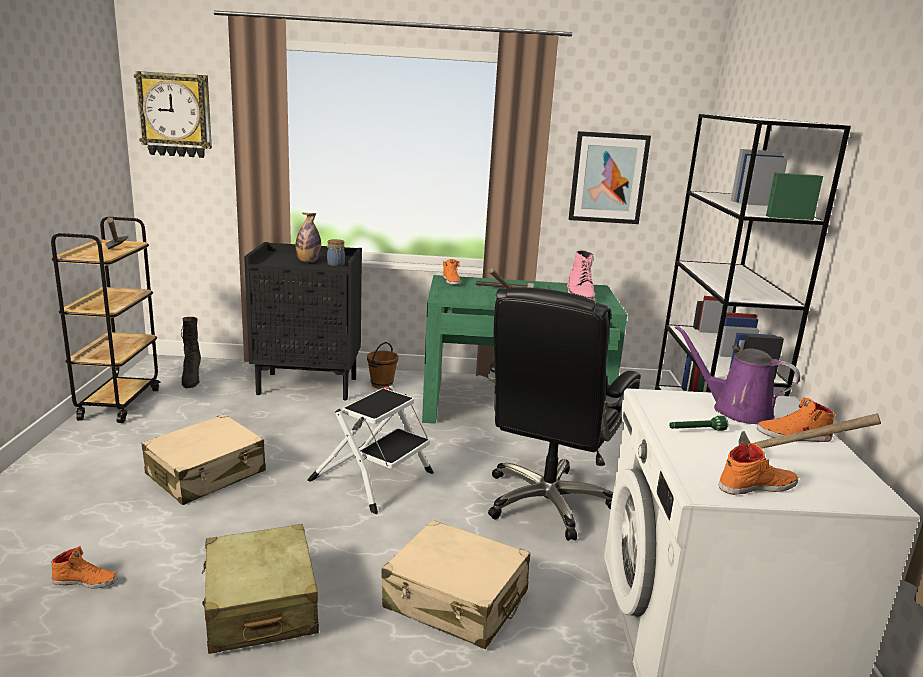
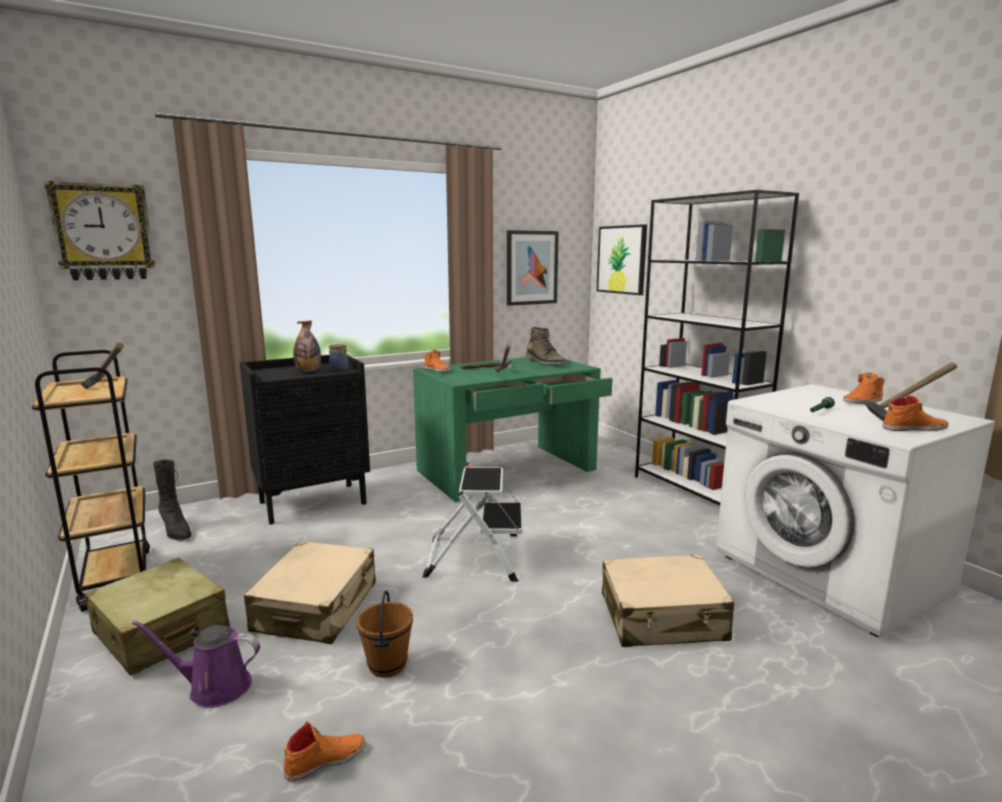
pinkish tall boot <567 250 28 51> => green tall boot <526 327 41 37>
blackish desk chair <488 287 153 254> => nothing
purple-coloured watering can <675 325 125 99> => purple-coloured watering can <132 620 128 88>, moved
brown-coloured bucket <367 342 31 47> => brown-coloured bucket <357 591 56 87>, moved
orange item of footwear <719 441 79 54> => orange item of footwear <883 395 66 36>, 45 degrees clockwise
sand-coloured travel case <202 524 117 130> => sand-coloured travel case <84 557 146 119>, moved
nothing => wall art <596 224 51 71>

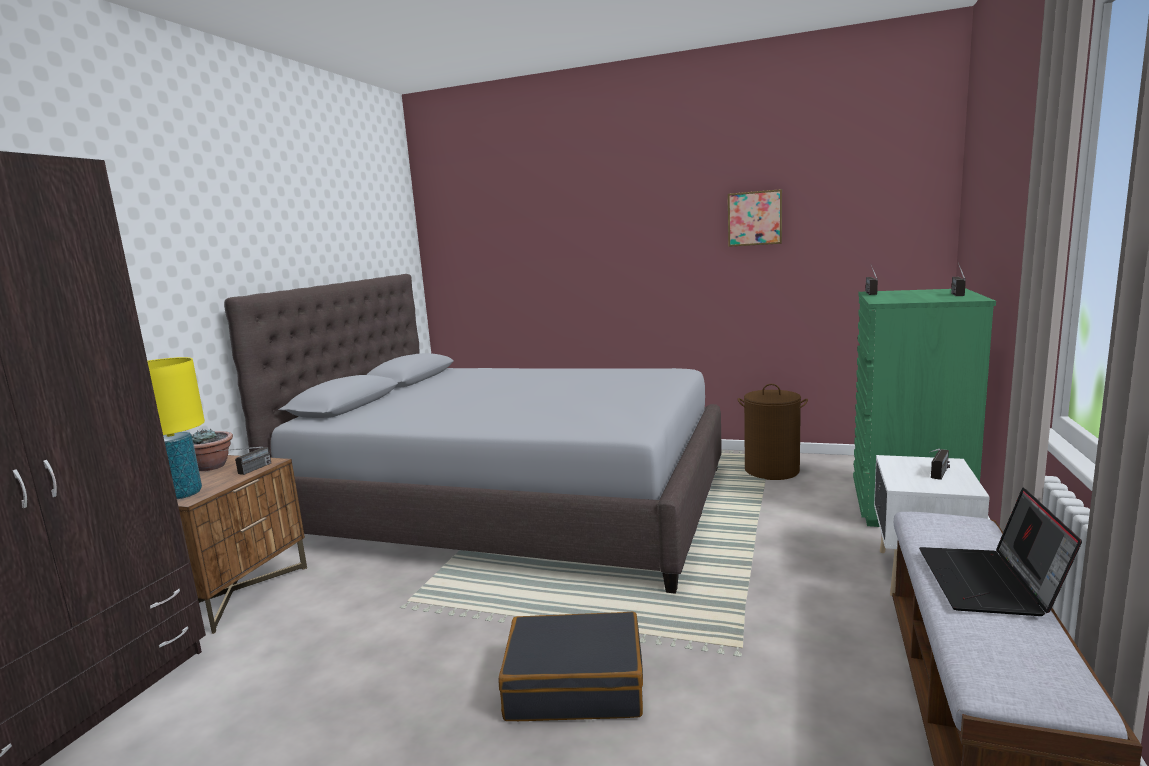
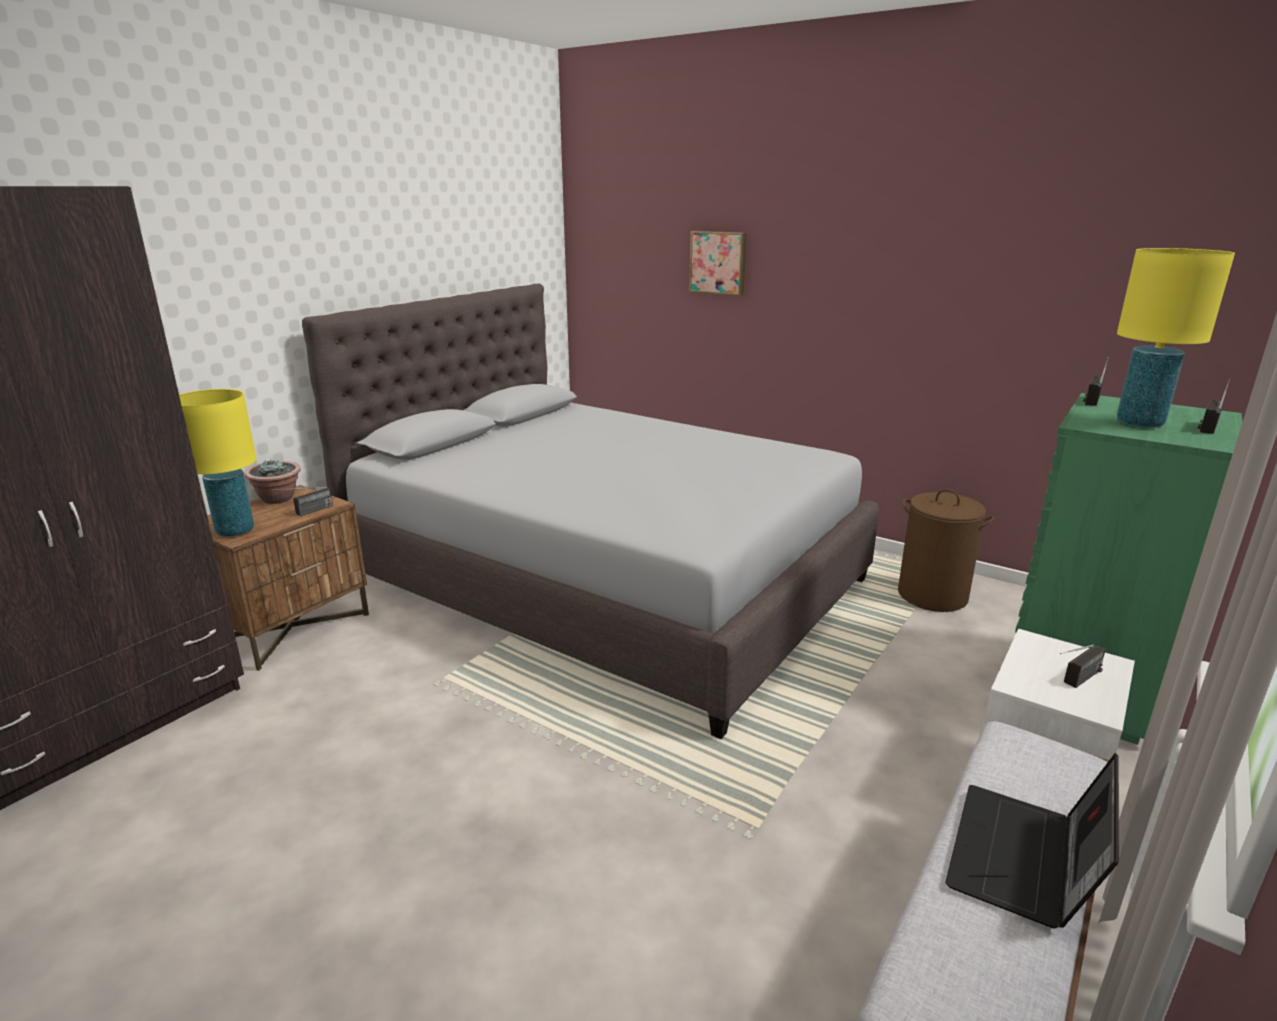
wall art <728 189 54 58> => wall art <689 231 58 65>, moved
blackish travel case <498 611 145 110> => nothing
nothing => yellowish lamp for a table <1117 248 118 180>

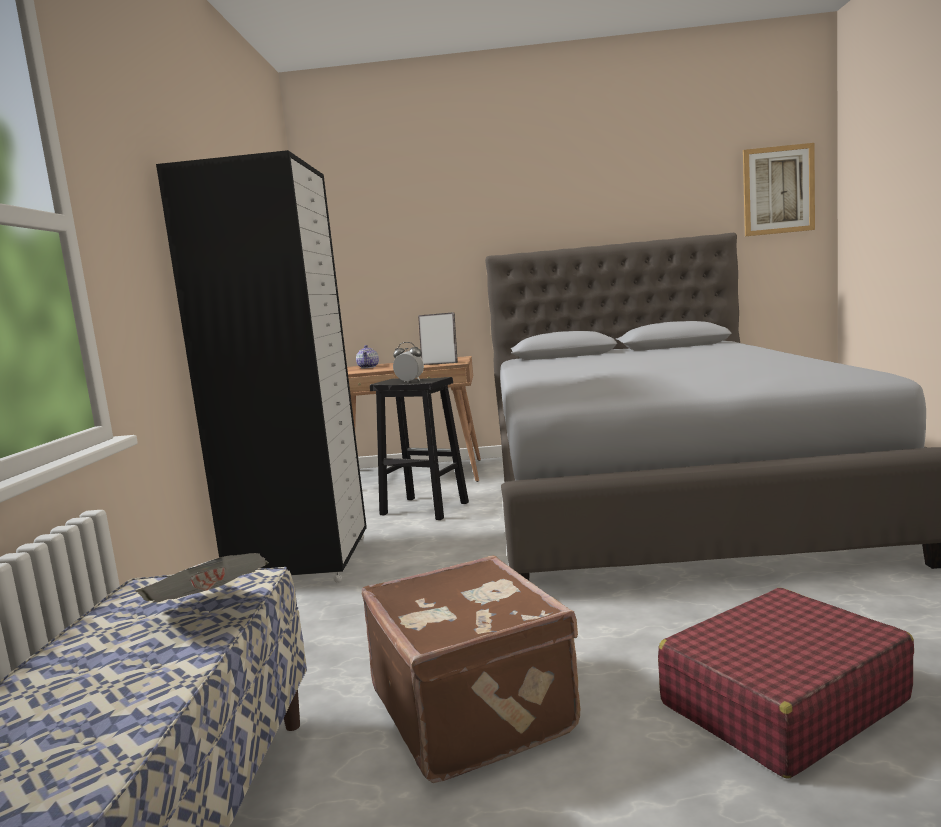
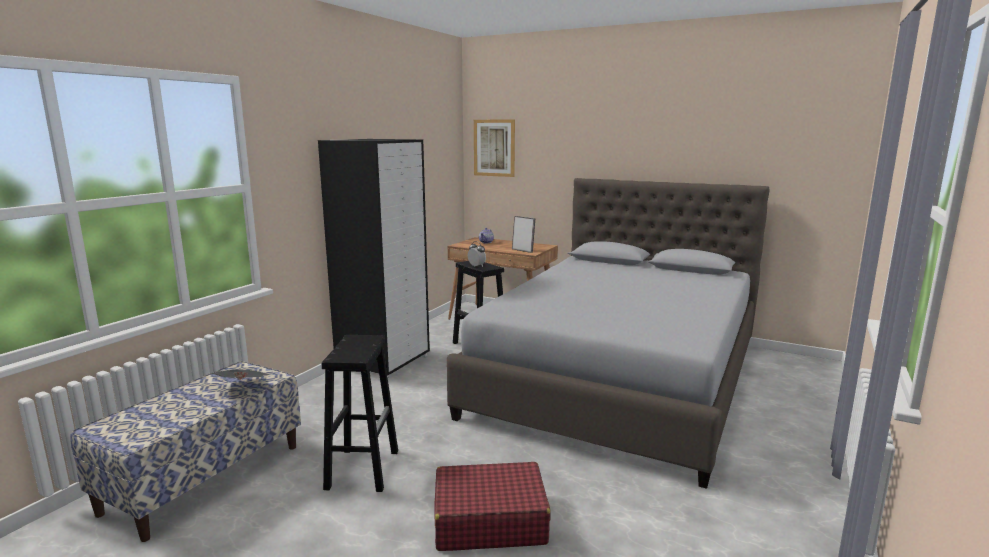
wall art <743 143 72 93> => wall art <474 119 41 58>, moved
brown-coloured travel case <362 555 218 228> => blackish stool <322 335 76 157>

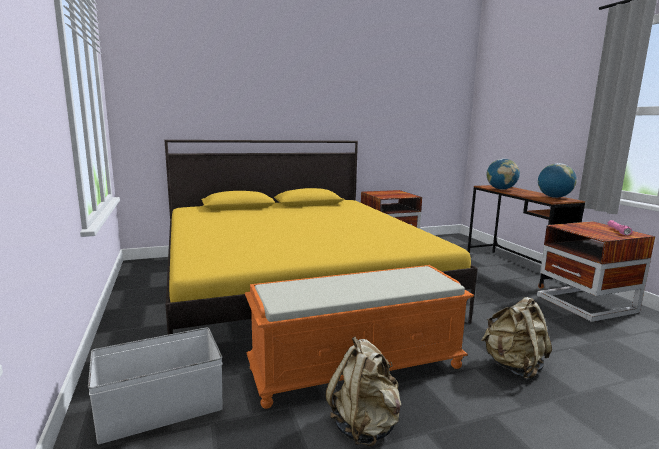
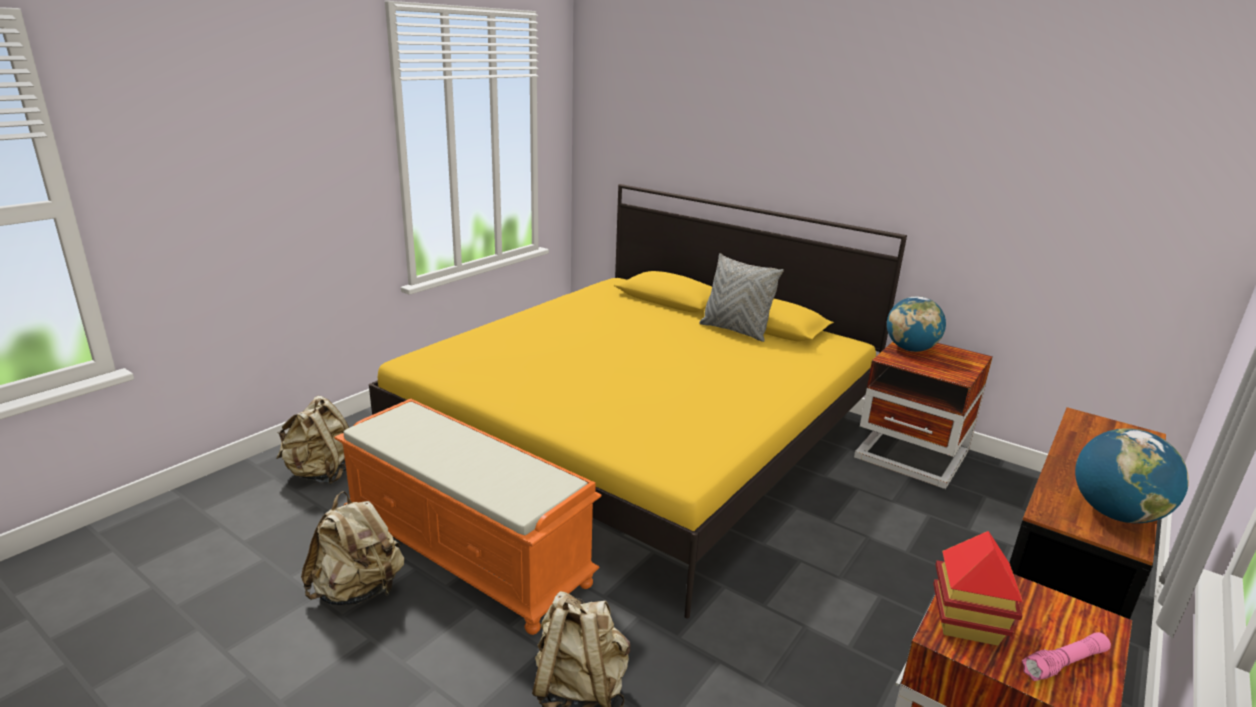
desk globe <486 159 34 31> => desk globe <887 296 59 56>, moved
white storage bin <88 328 135 116> => sand-coloured knapsack <276 396 73 88>
nothing => greyish pillow <699 253 85 89>
nothing => miniature house <933 531 90 115>

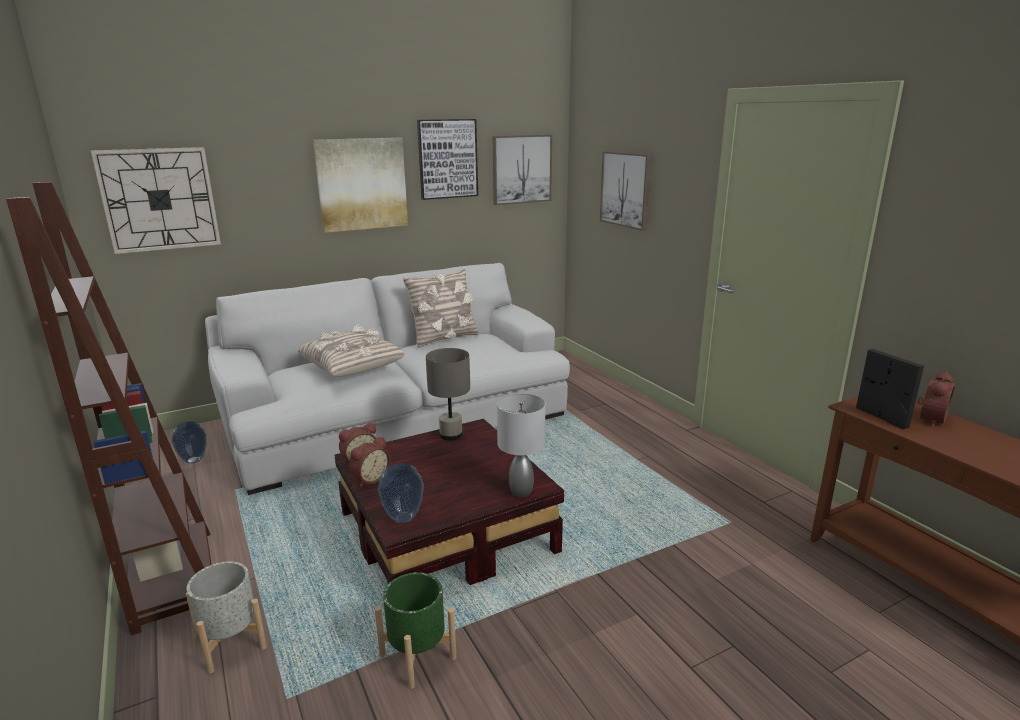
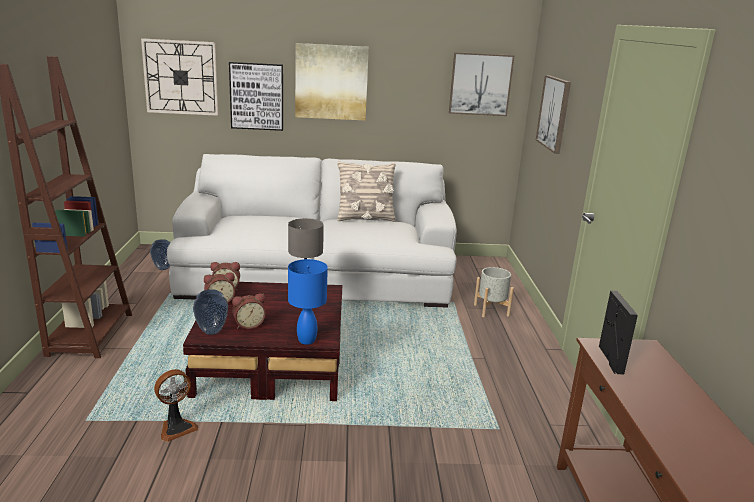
wall art <417 119 61 81> => wall art <229 62 54 69>, moved
sand-coloured pillow <298 325 106 52> => nothing
bedside clock <917 372 38 54> => bedside clock <232 293 34 36>, moved
greyish lamp for a table <497 393 49 105> => bluish lamp for a table <288 259 40 86>
greyish planter <186 561 81 113> => greyish planter <474 267 40 50>, moved
green planter <375 572 81 117> => electric fan <154 369 44 73>

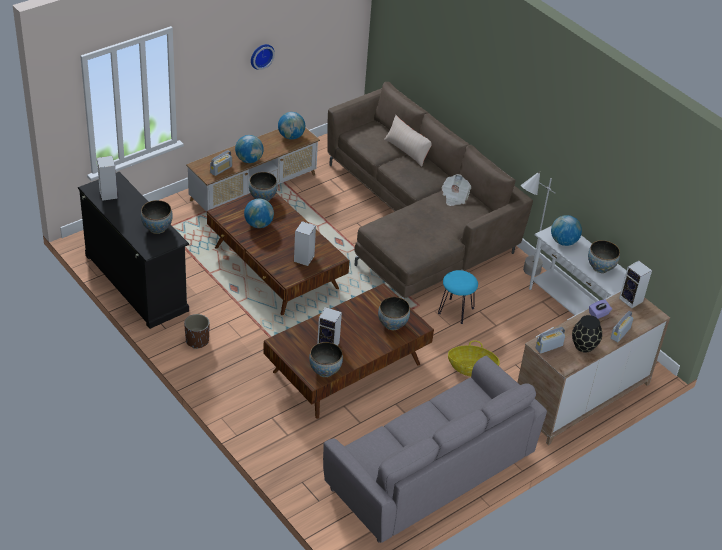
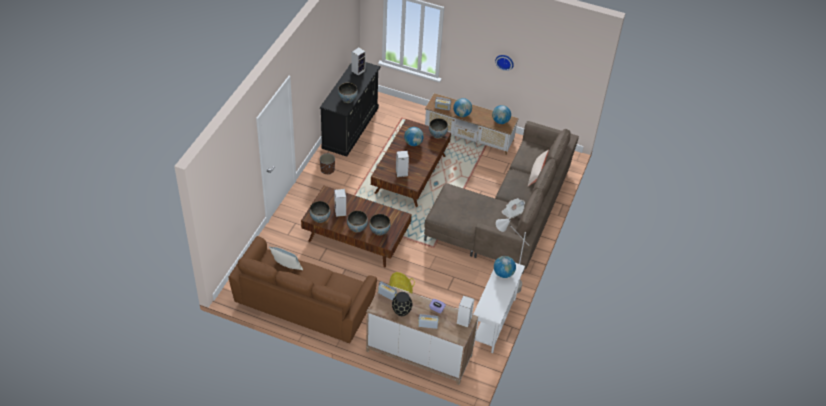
serving bowl <588 240 32 33> => serving bowl <347 210 21 23>, moved
blue-green stool <438 270 40 54> => nothing
greyish settee <323 356 224 187> => brown-coloured settee <229 236 148 107>
nothing => pillow <269 247 34 23>

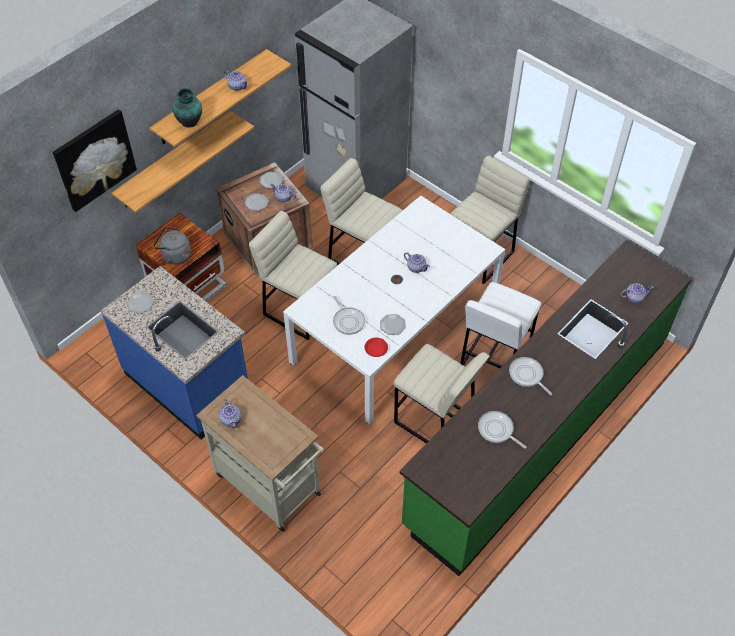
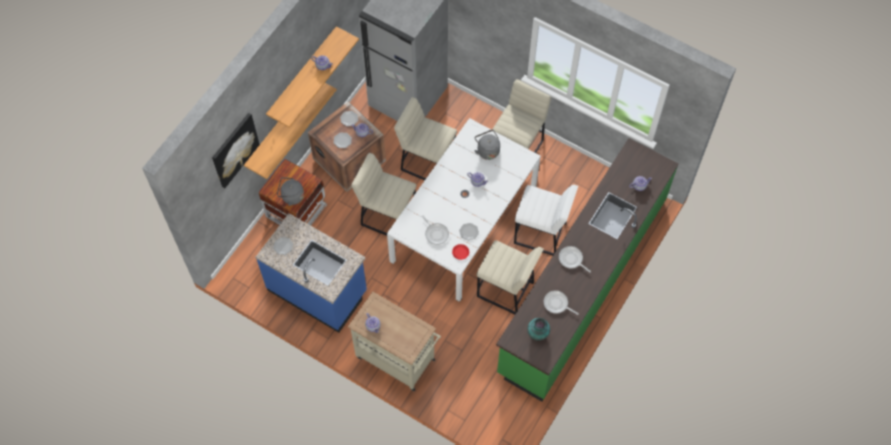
flower vase <173 88 29 40> => flower vase <527 318 23 23>, moved
white plain chair <460 282 81 86> => white plain chair <514 184 64 71>, 90 degrees counterclockwise
nothing => greyish water kettle <474 130 26 30>

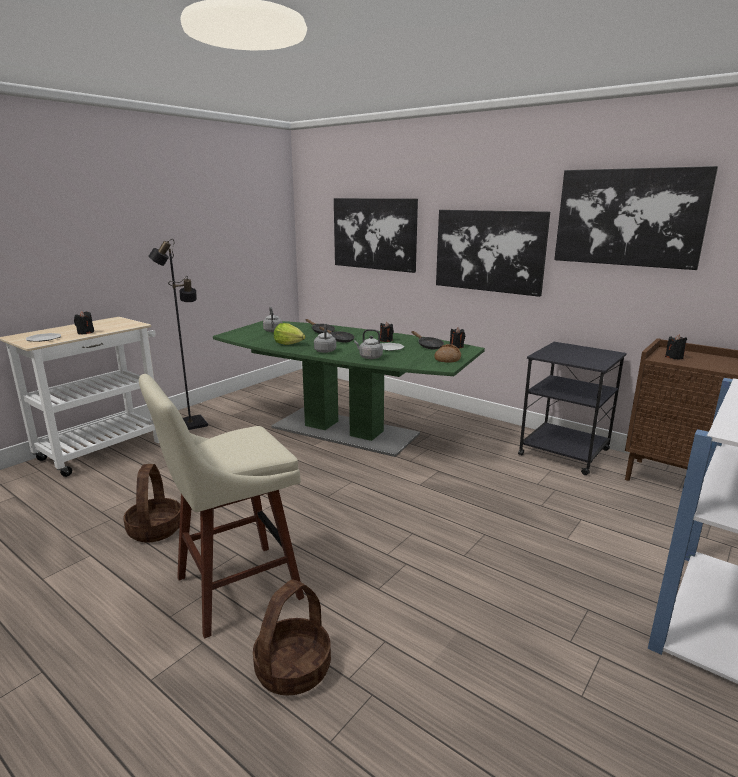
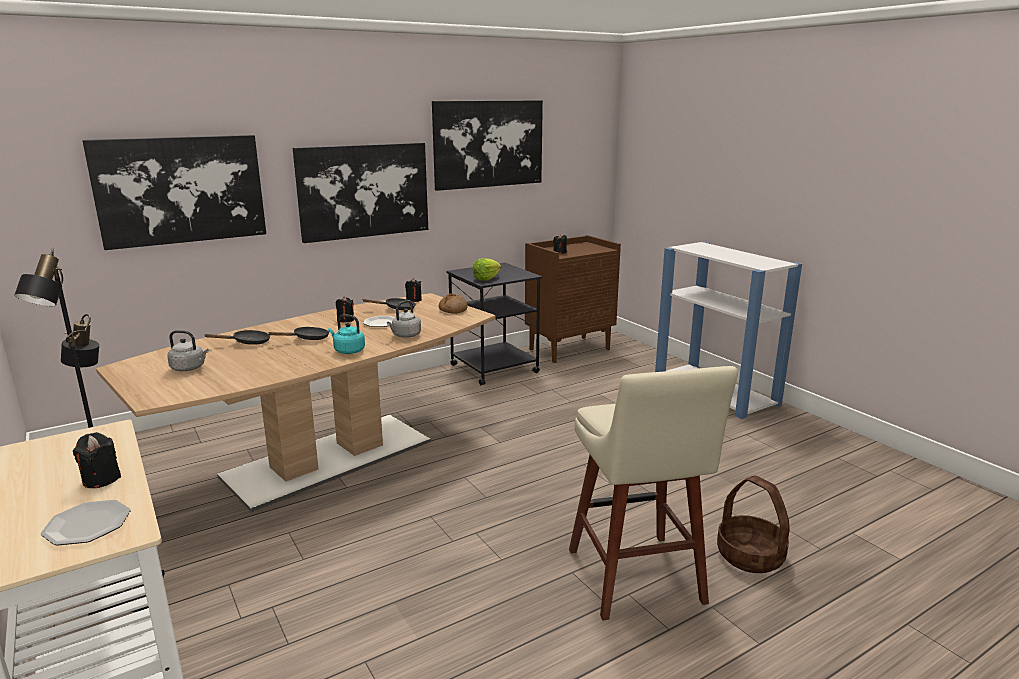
green dining table <213 321 272 136> => brown-coloured dining table <96 293 400 219>
lettuce head <274 323 31 22> => lettuce head <472 258 29 23>, moved
greyish water kettle <314 324 22 29> => blue-green water kettle <328 314 37 40>
storage basket <123 464 57 78> => nothing

